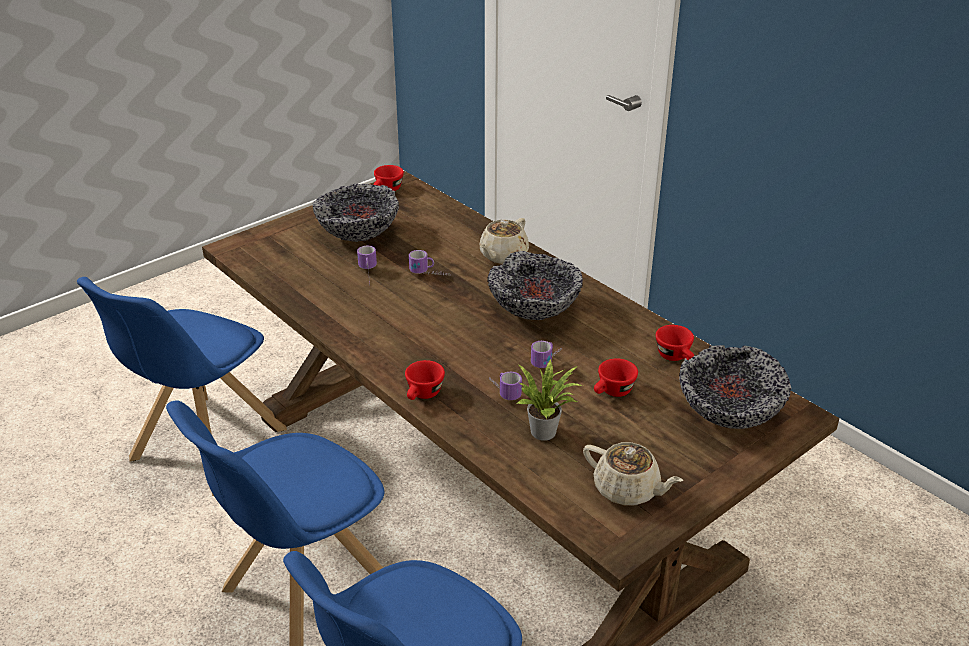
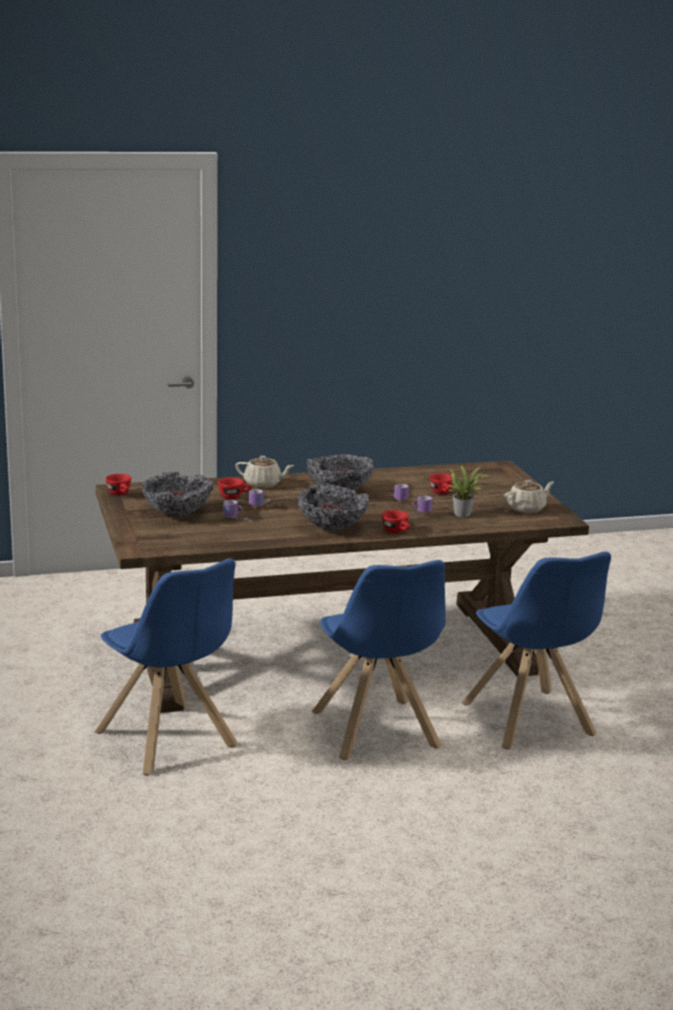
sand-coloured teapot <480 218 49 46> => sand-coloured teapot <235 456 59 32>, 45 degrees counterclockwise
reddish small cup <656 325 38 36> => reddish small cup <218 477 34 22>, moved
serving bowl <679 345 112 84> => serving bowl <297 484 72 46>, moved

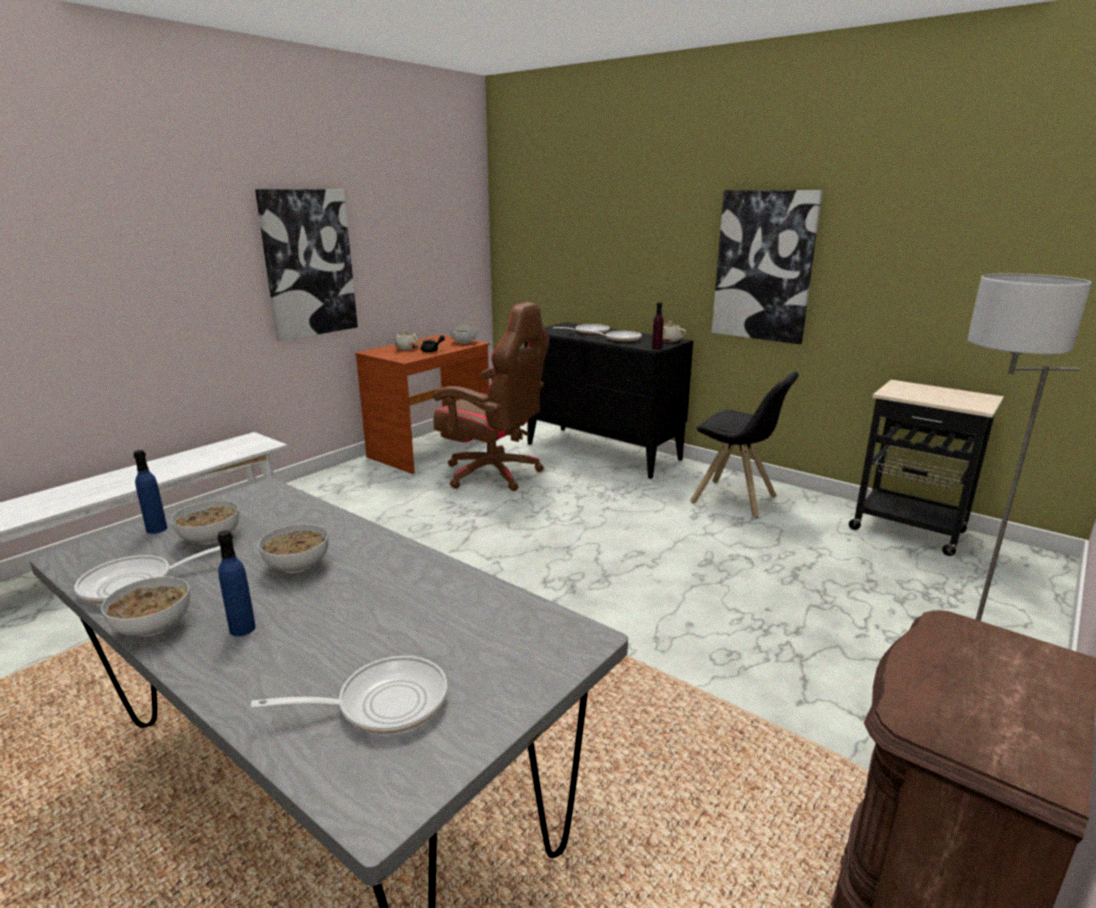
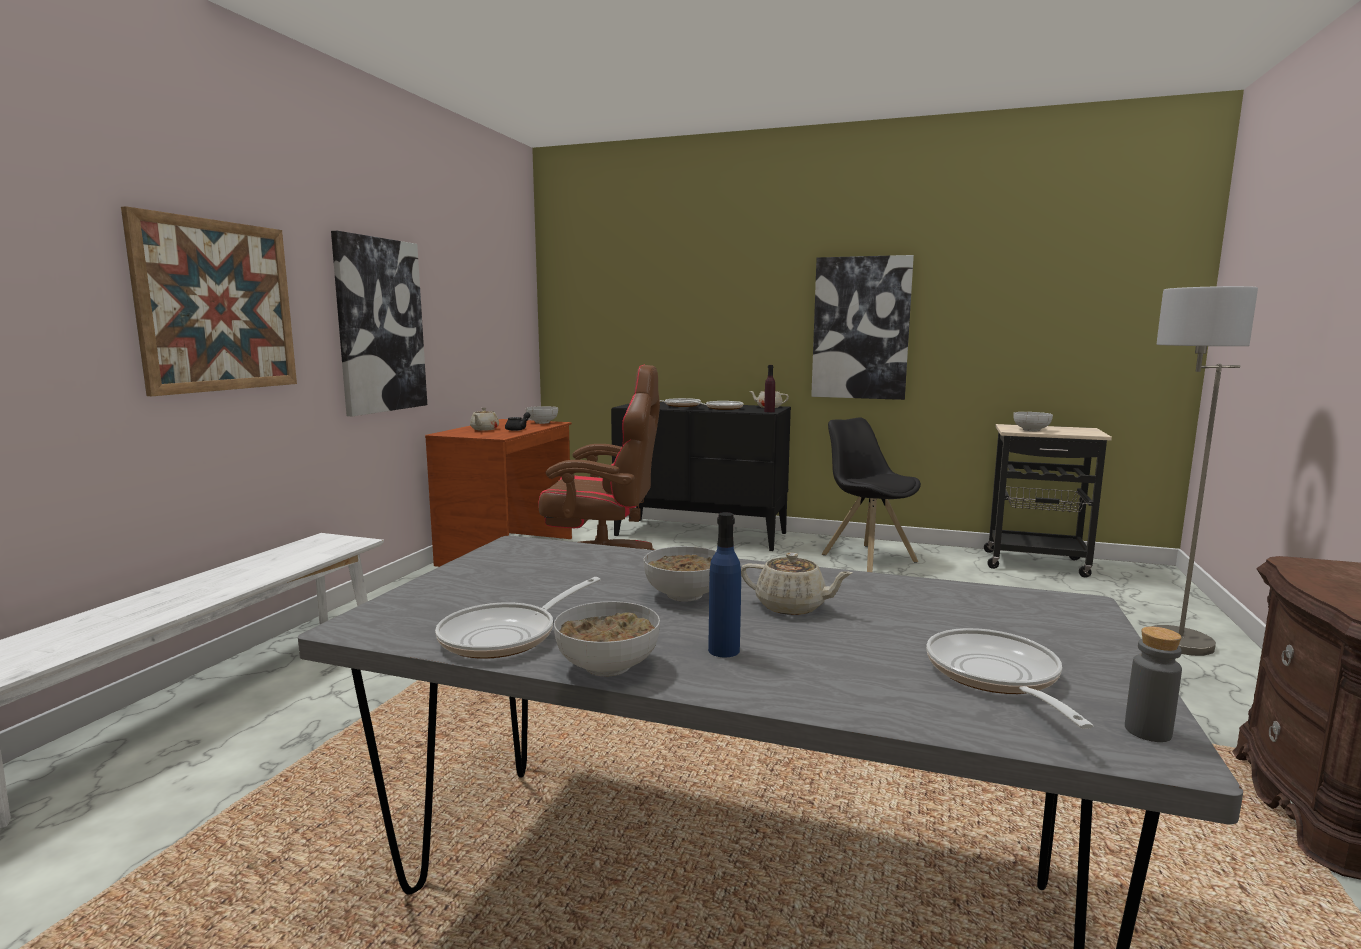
blackish plain chair <690 371 109 147> => blackish plain chair <822 418 99 154>, 135 degrees counterclockwise
bluish bottle <133 450 34 84> => nothing
serving bowl <171 500 69 45> => serving bowl <1013 412 40 19>, moved
frying pan <251 656 196 78> => frying pan <926 628 167 101>, 60 degrees counterclockwise
nothing => wall art <121 206 176 190>
nothing => sand-coloured teapot <741 552 112 63>
nothing => greyish bottle <1125 626 57 116>

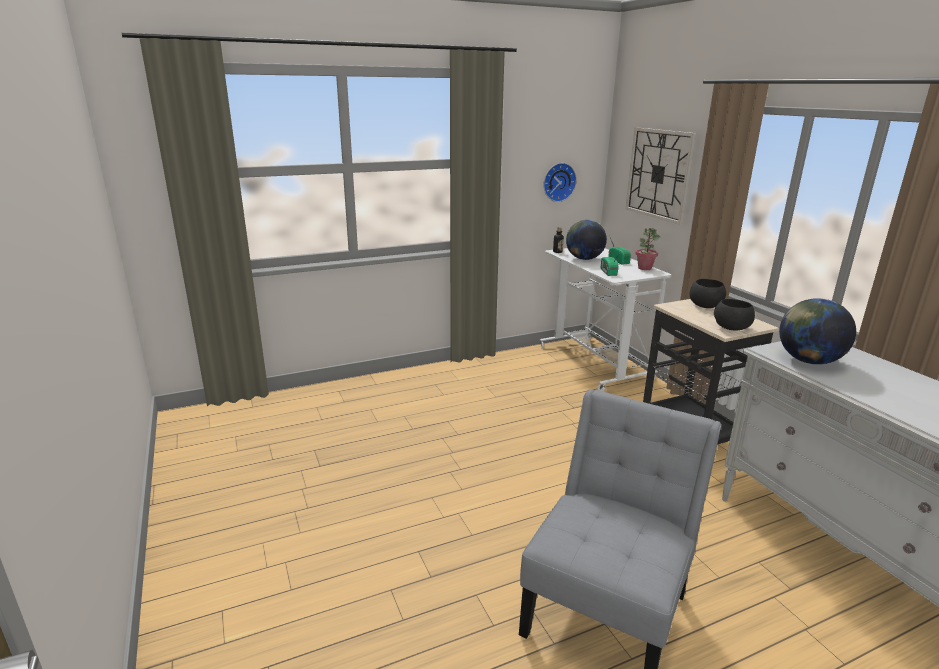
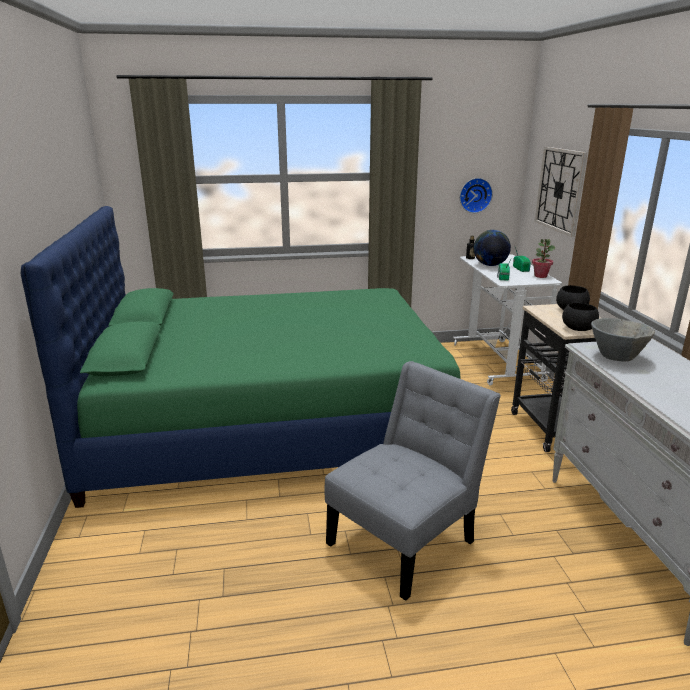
desk globe <779 298 77 66> => greyish serving bowl <591 318 64 43>
nothing => green bed <20 206 441 302>

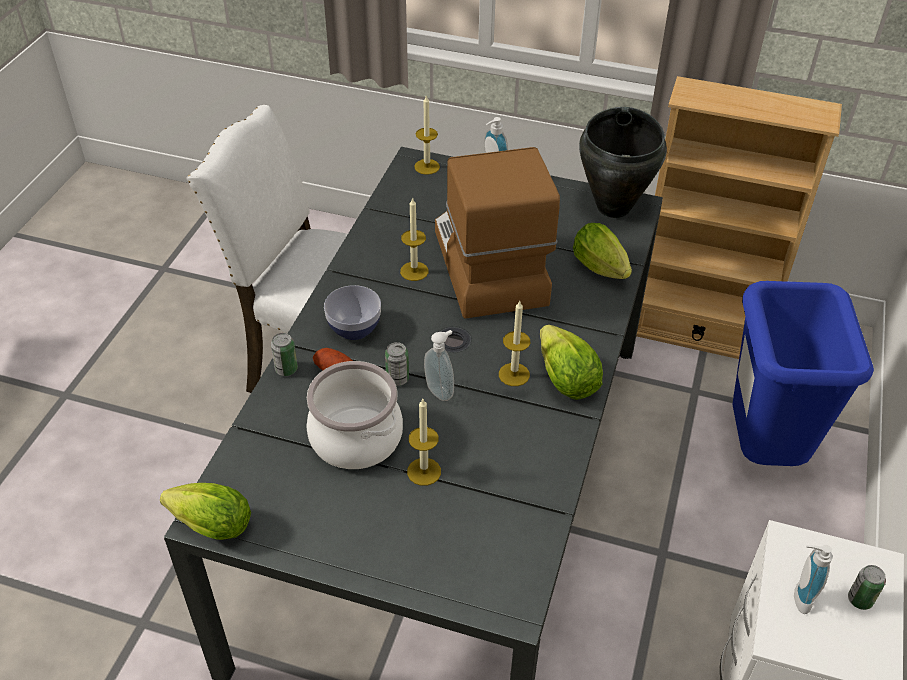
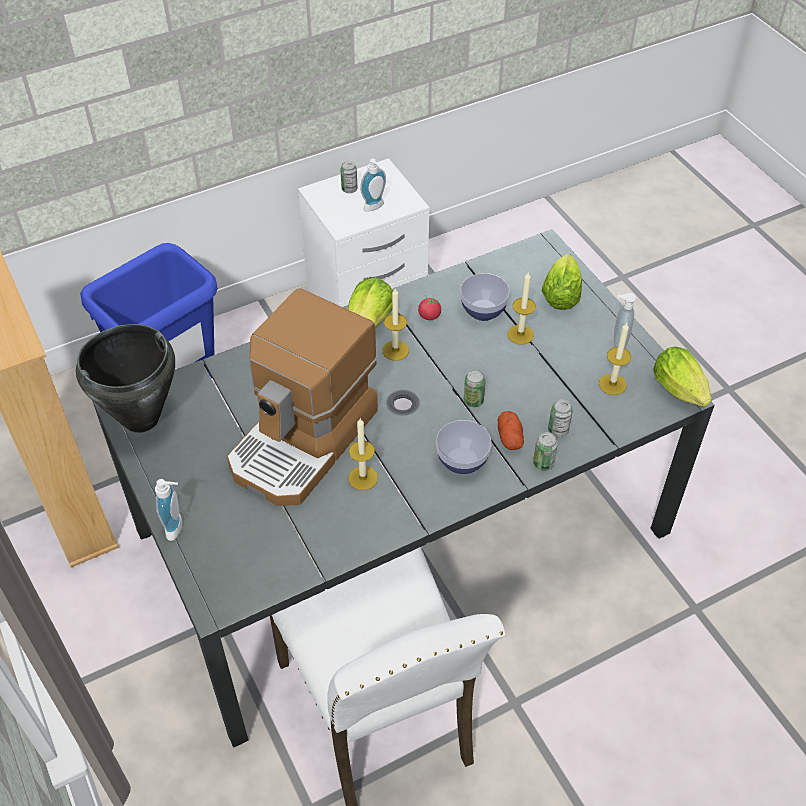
wax candle <414 96 26 79> => wax candle <599 323 32 72>, moved
lettuce head <573 223 59 56> => lettuce head <542 254 40 56>, moved
soap dispenser <424 330 30 71> => soap dispenser <614 293 23 56>, moved
cooking pot <306 361 97 108> => nothing
nothing => serving bowl <460 273 50 48>
nothing => fresh tomato <418 296 23 24>
nothing => metal can <548 399 25 38>

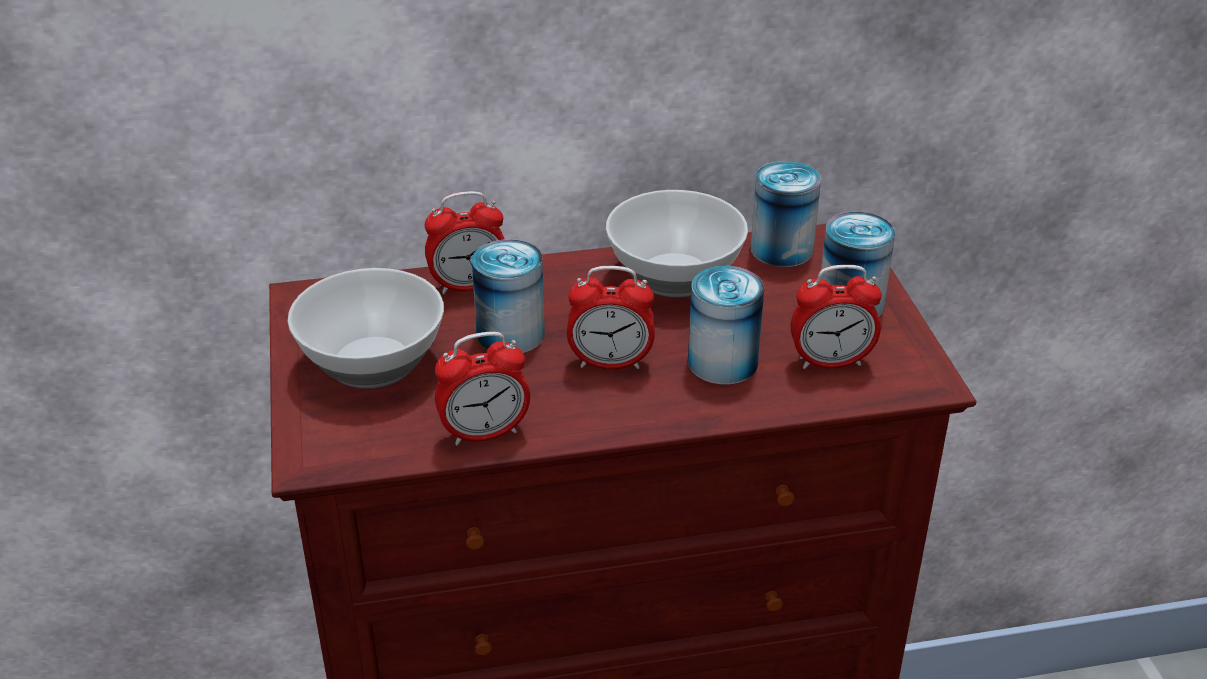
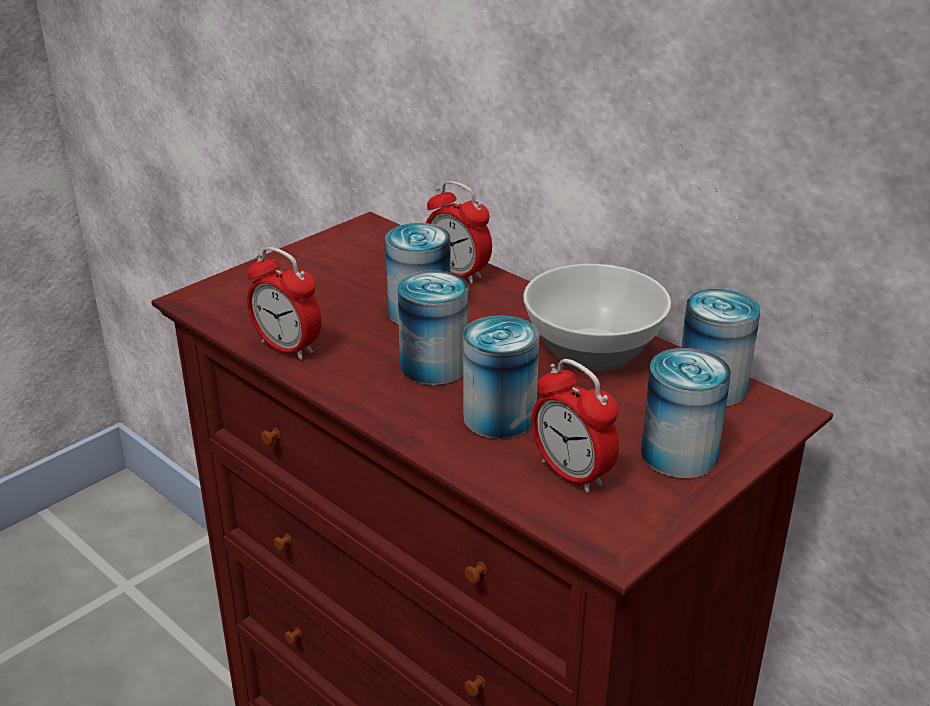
bedside clock <567 266 88 103> => metal can <397 270 71 115>
serving bowl <287 268 157 121> => nothing

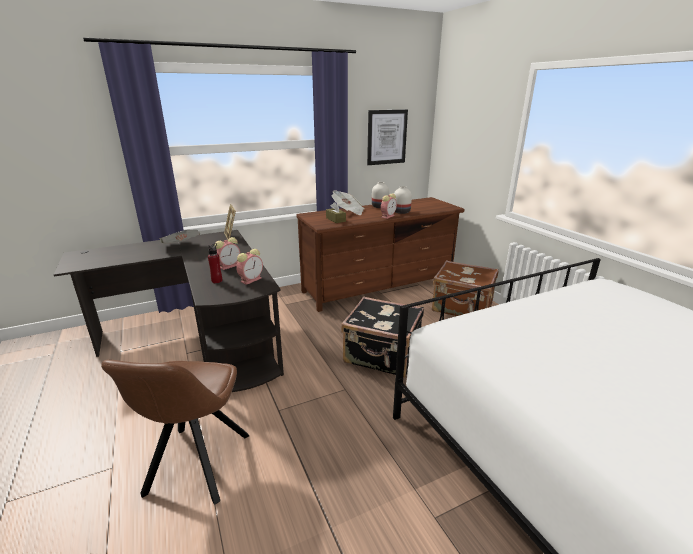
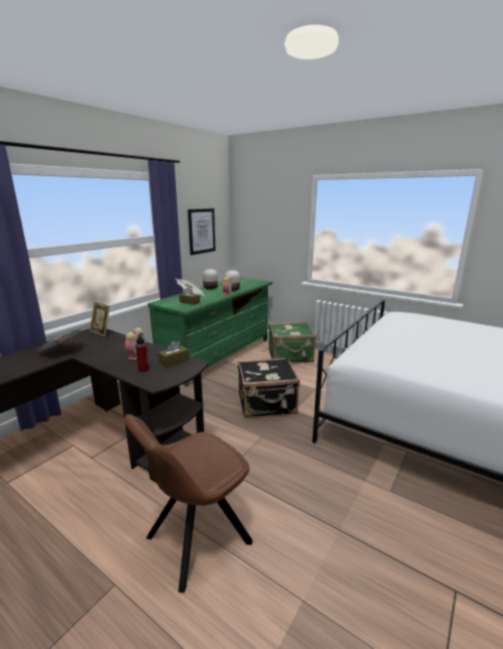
brown-coloured chest of drawers <296 197 169 115> => green chest of drawers <148 277 124 110>
bedside clock <236 249 27 36> => brown-coloured box of tissues <158 341 31 26>
brown-coloured travel case <432 260 67 56> => green travel case <269 322 47 41>
brown-coloured plain chair <101 360 148 145> => brown-coloured plain chair <124 414 129 179>, 75 degrees clockwise

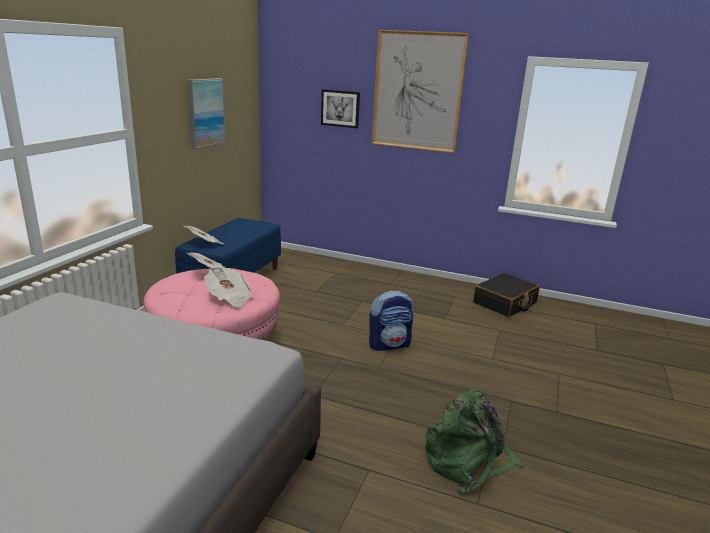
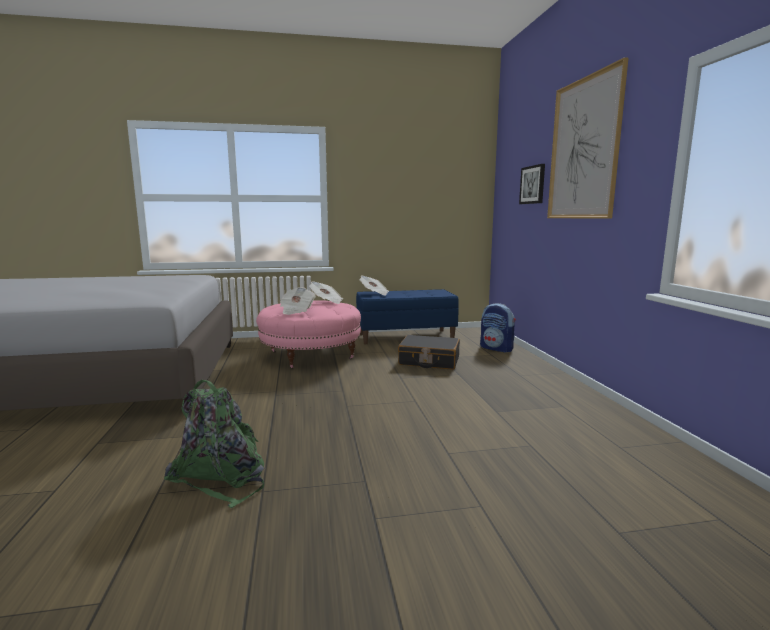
wall art <188 78 37 71> => nothing
blackish travel case <473 273 67 44> => blackish travel case <398 335 62 35>, moved
knapsack <369 290 45 61> => knapsack <480 303 36 50>, moved

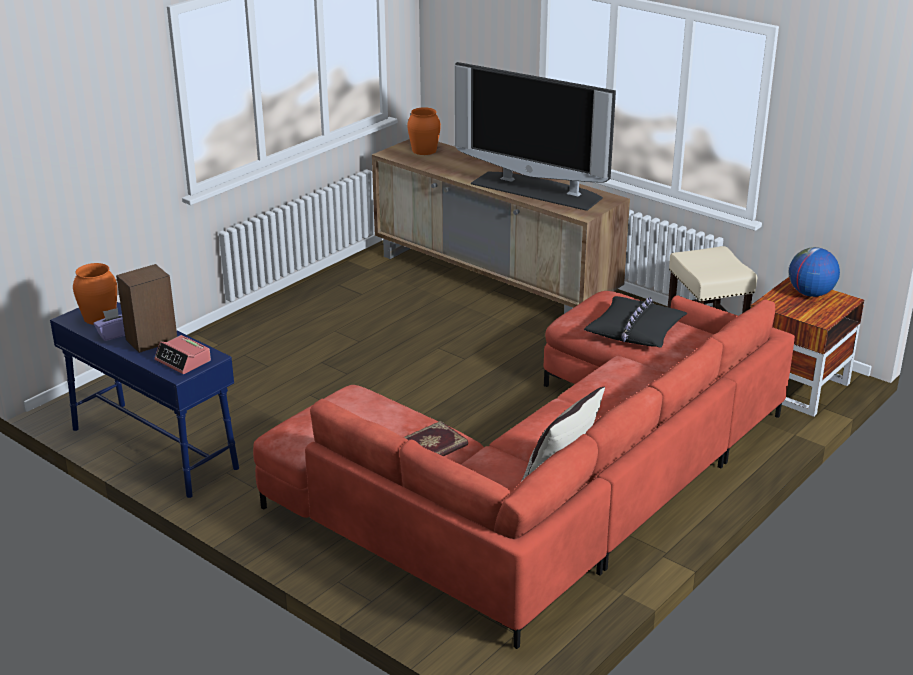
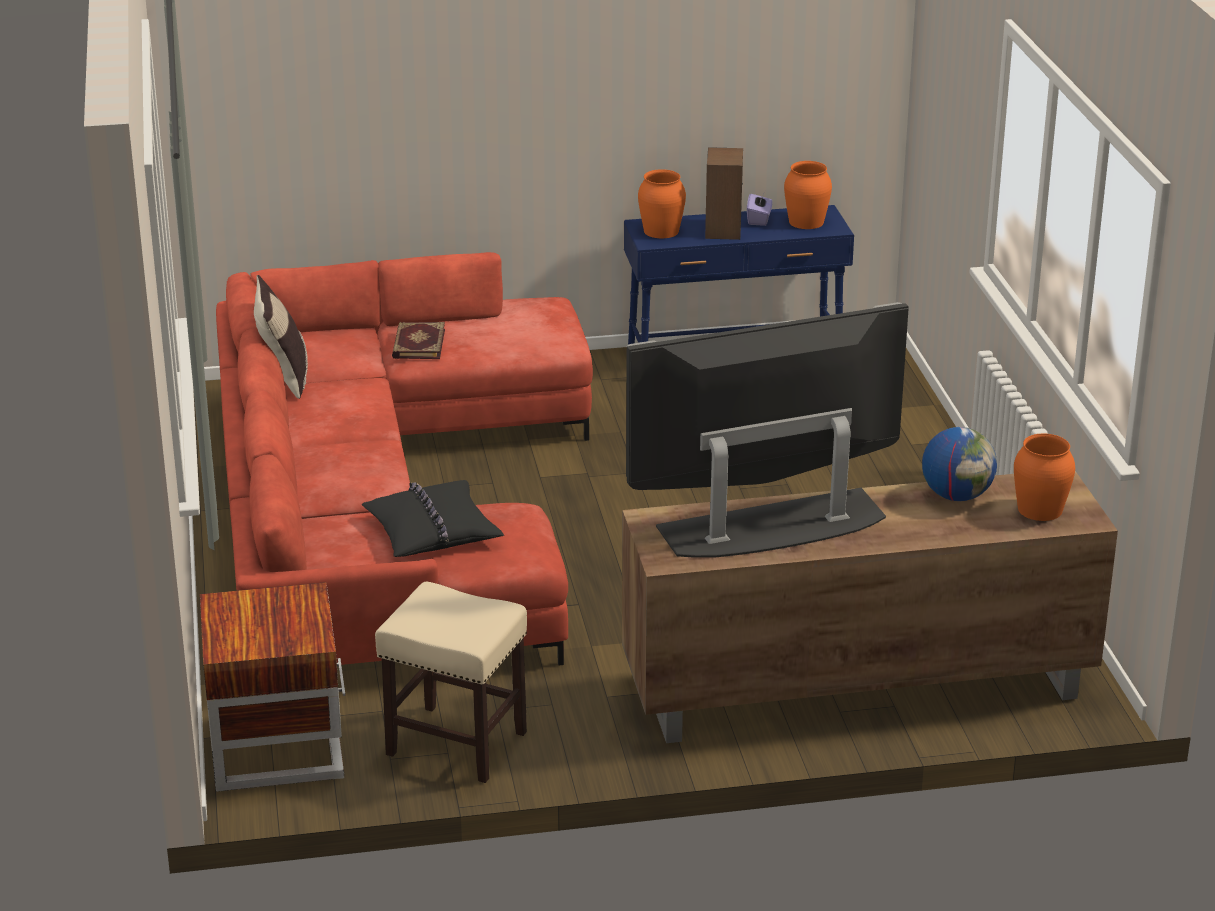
desk globe <789 247 51 50> => desk globe <922 427 75 74>, moved
bedside clock <154 335 57 39> => orange flower vase <638 169 48 69>

